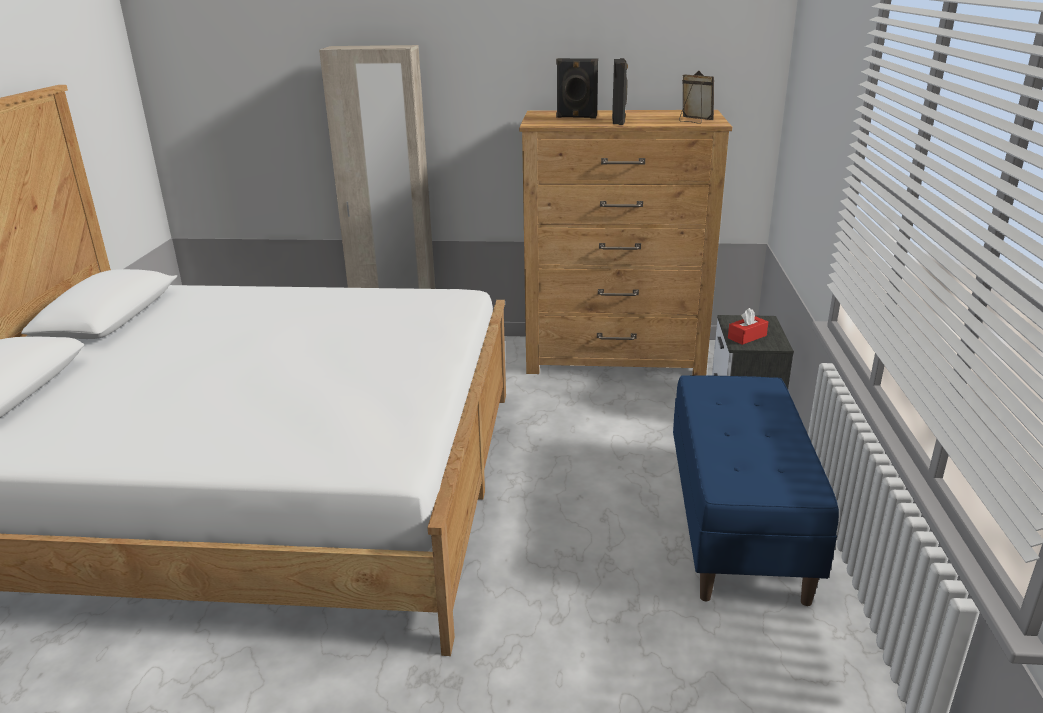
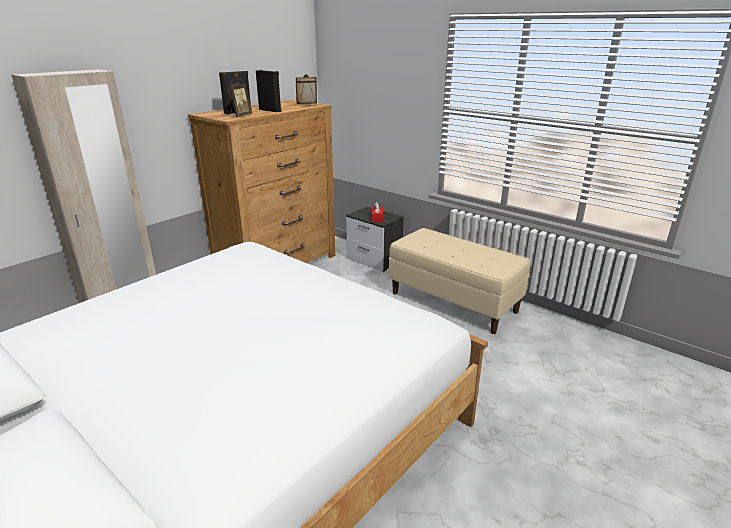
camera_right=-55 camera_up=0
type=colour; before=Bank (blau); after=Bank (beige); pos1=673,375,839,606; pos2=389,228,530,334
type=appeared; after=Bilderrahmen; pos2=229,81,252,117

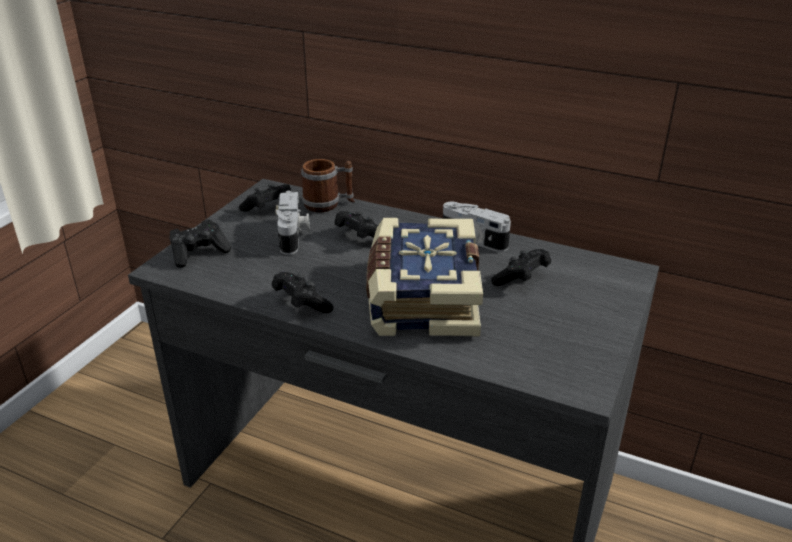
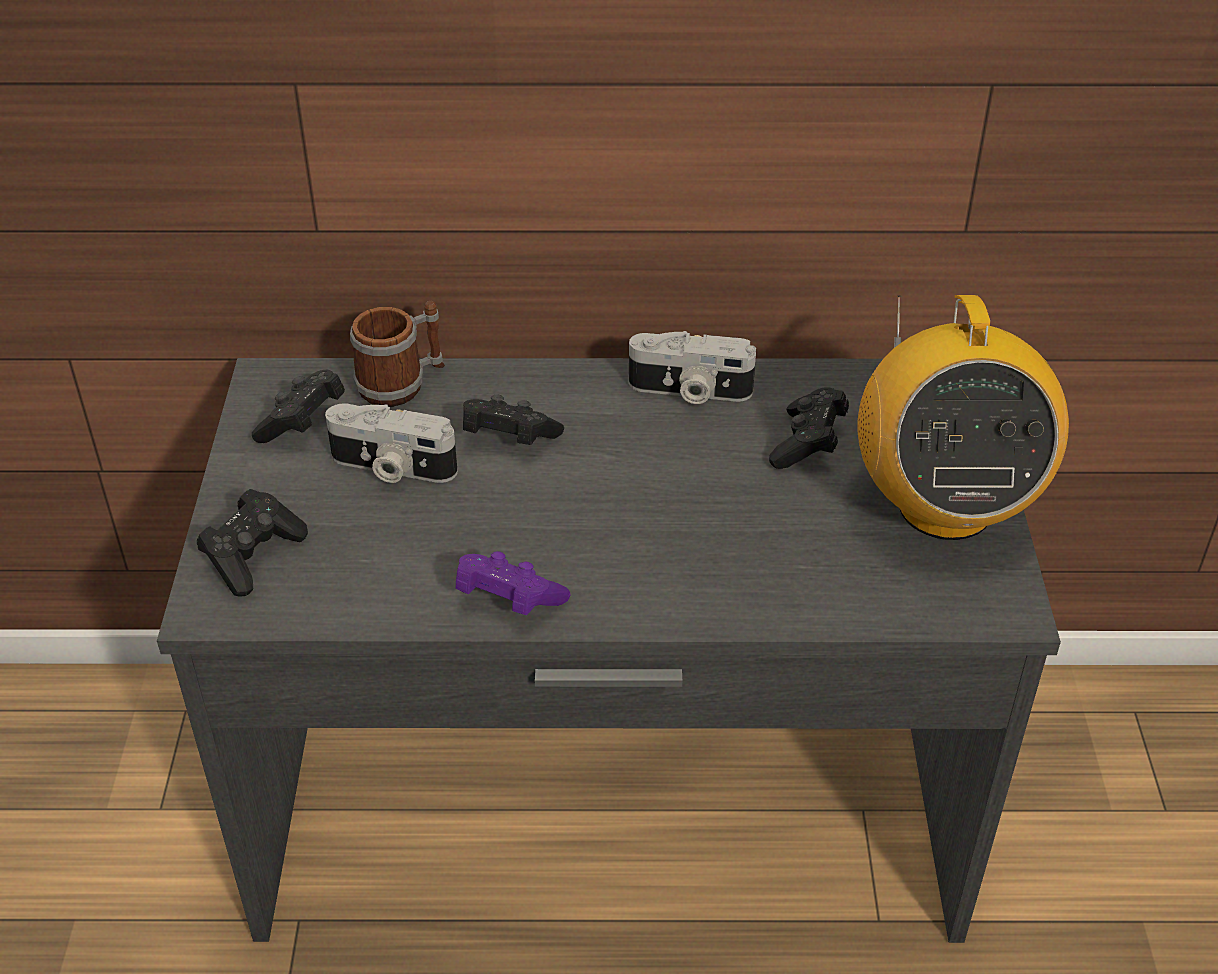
camera_right=-25 camera_up=10
type=spun; before=Kamera; pos1=275,191,310,255; pos2=325,403,458,483; turn=135
type=missing; before=Buch; pos1=366,218,483,337
type=colour; before=Gamepad (schwarz); after=Gamepad (lila); pos1=272,272,334,313; pos2=456,551,571,615
type=appeared; after=Radio; pos2=858,295,1069,540

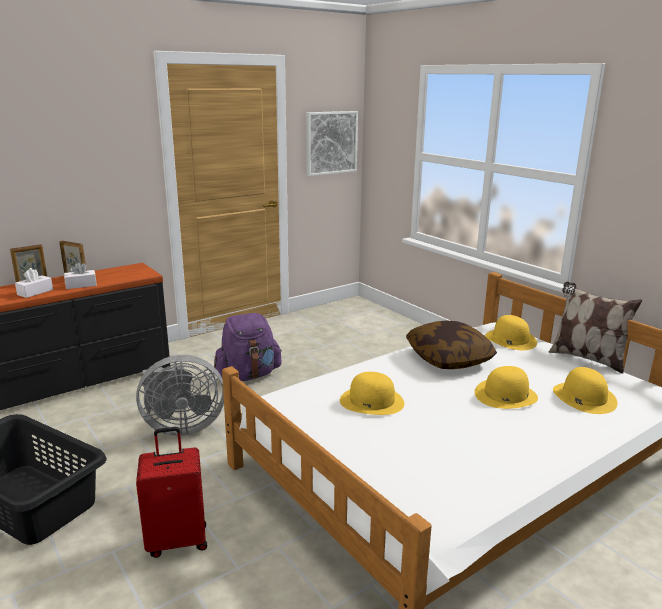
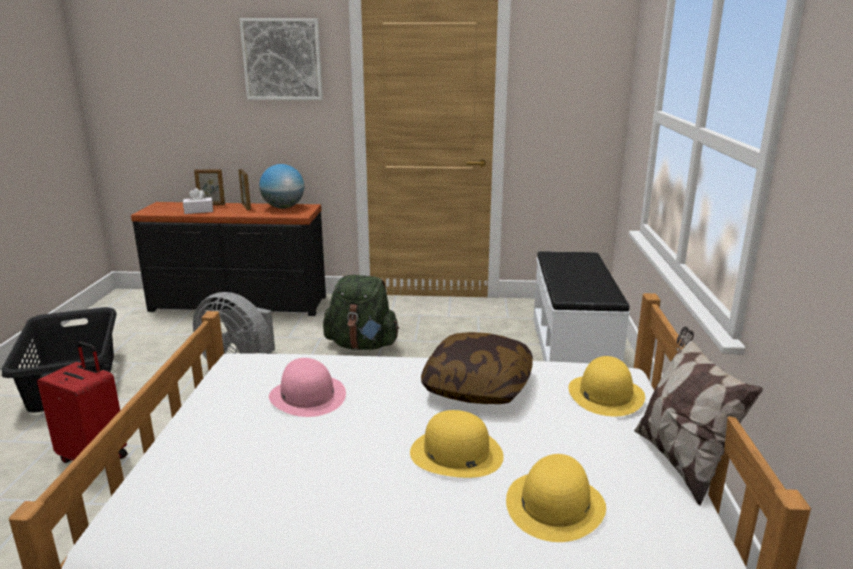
camera_right=40 camera_up=0
type=relocated; before=Bild; pos1=306,111,358,176; pos2=239,18,323,100
type=missing; before=Taschentuchbox (weiß); pos1=64,262,97,289
type=colour; before=Rucksack (lila); after=Rucksack (grün); pos1=214,313,282,381; pos2=323,275,399,350
type=colour; before=Hut (gelb); after=Hut (rosa); pos1=340,372,404,415; pos2=269,358,346,417
type=appeared; after=Globus; pos2=259,164,304,209
type=appeared; after=Bank (weiß); pos2=533,251,630,363

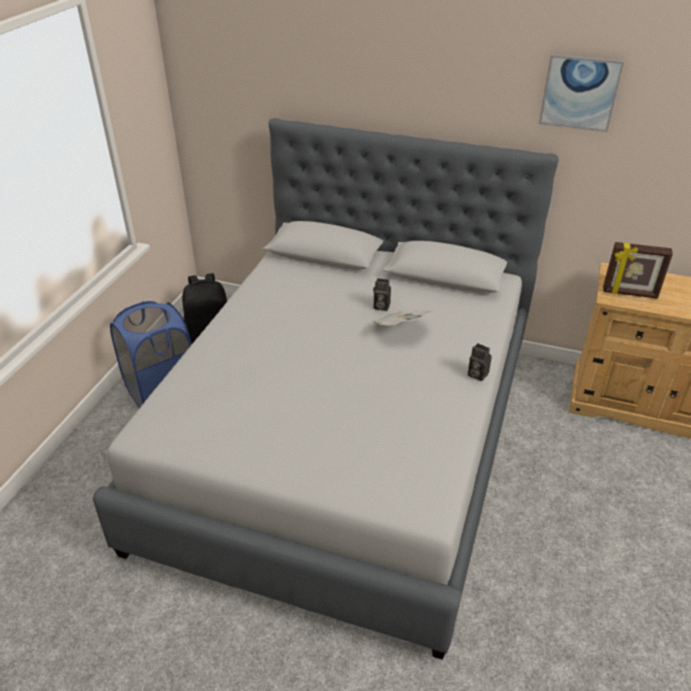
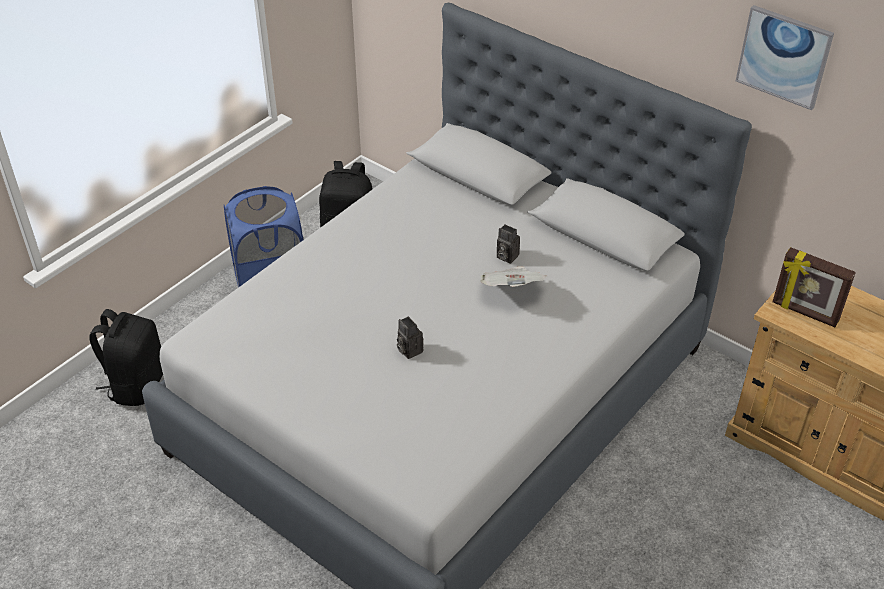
camera_right=20 camera_up=5
type=relocated; before=Kamera; pos1=468,343,492,381; pos2=397,316,423,359
type=appeared; after=Rucksack (schwarz); pos2=89,309,163,406

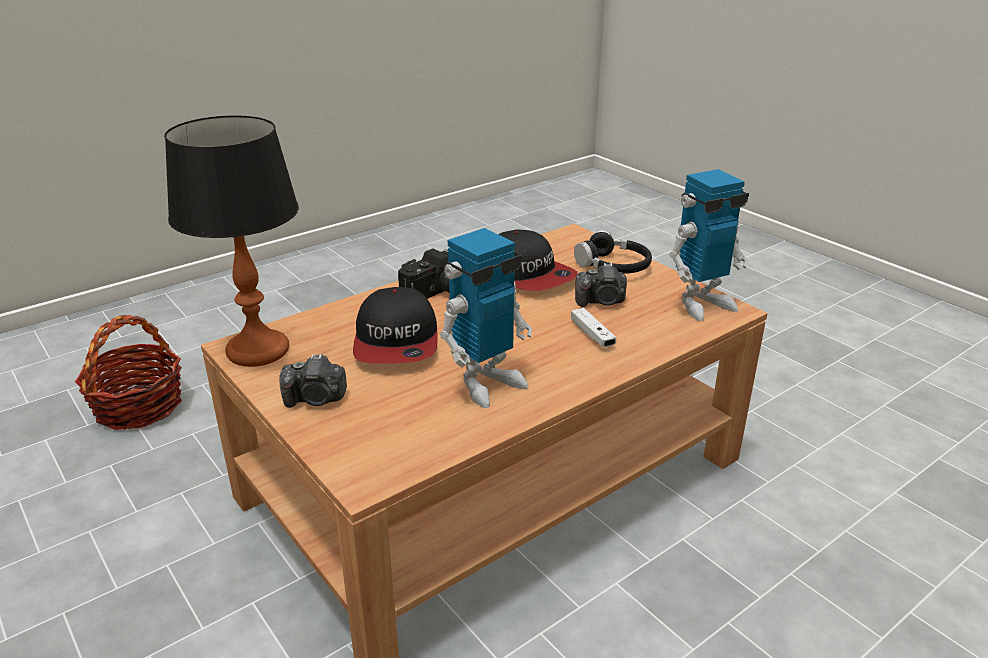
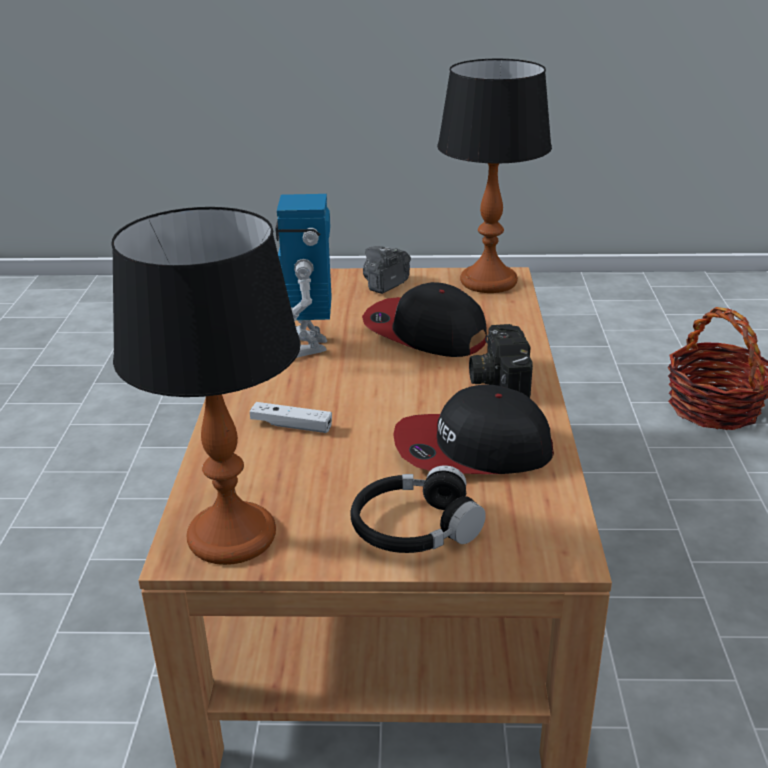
camera_right=130 camera_up=0
type=exchanged; before=Spielzeugroboter; after=Tischlampe; pos1=670,169,749,321; pos2=111,207,301,565
type=missing; before=Kamera; pos1=575,263,627,307

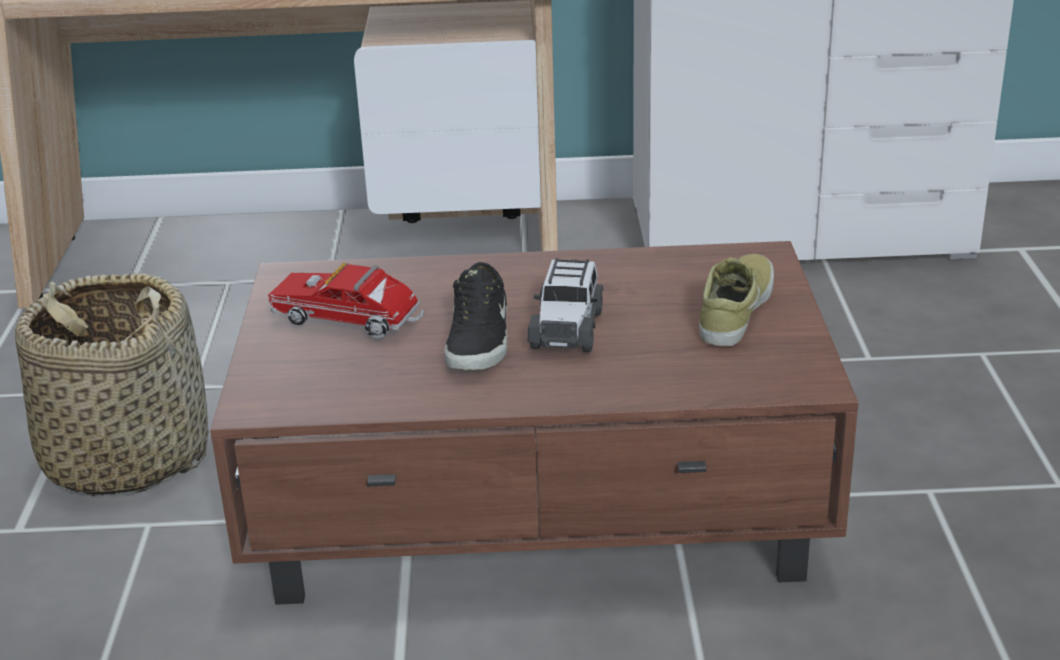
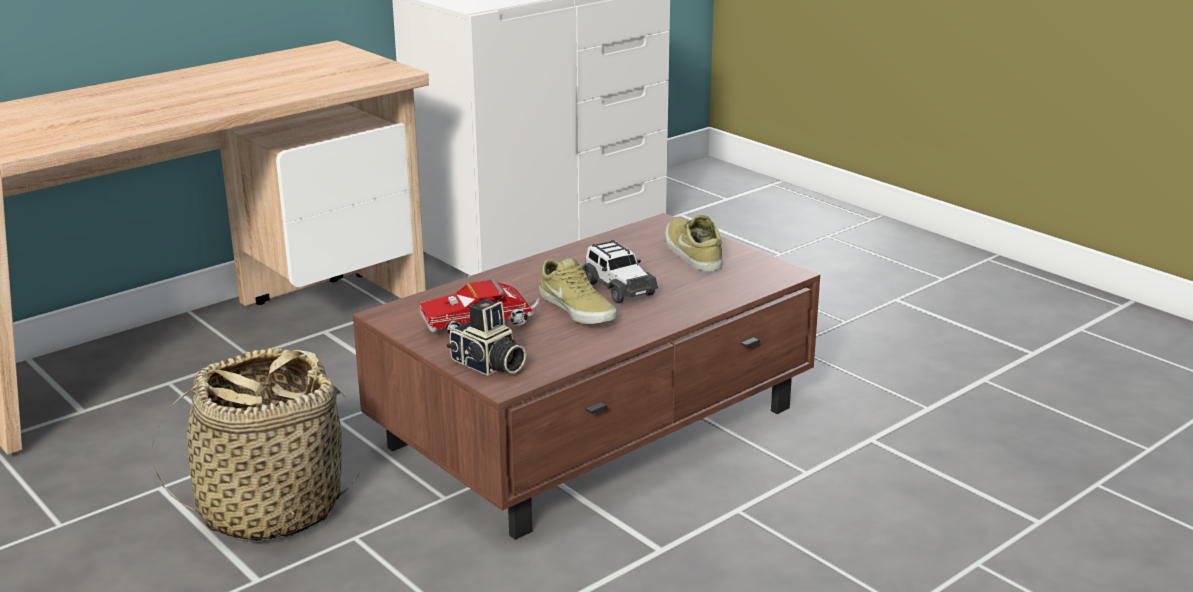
camera_right=-40 camera_up=-5
type=colour; before=Schuh (schwarz); after=Schuh (beige); pos1=444,262,508,370; pos2=539,258,617,324
type=appeared; after=Kamera; pos2=447,299,526,376

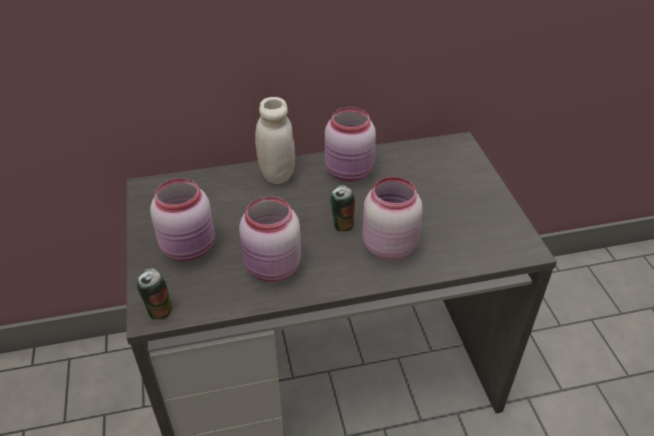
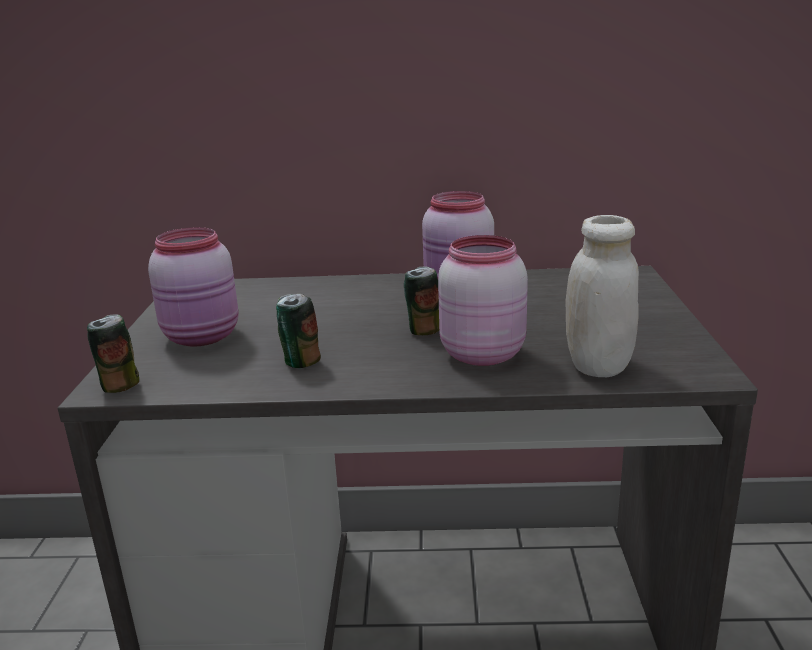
camera_right=15 camera_up=-20
type=relocated; before=Vorratsglas (weiß); pos1=255,97,295,184; pos2=566,215,639,377
type=exchanged; before=Vorratsglas (rosa); after=Dose; pos1=239,196,301,282; pos2=276,294,321,368

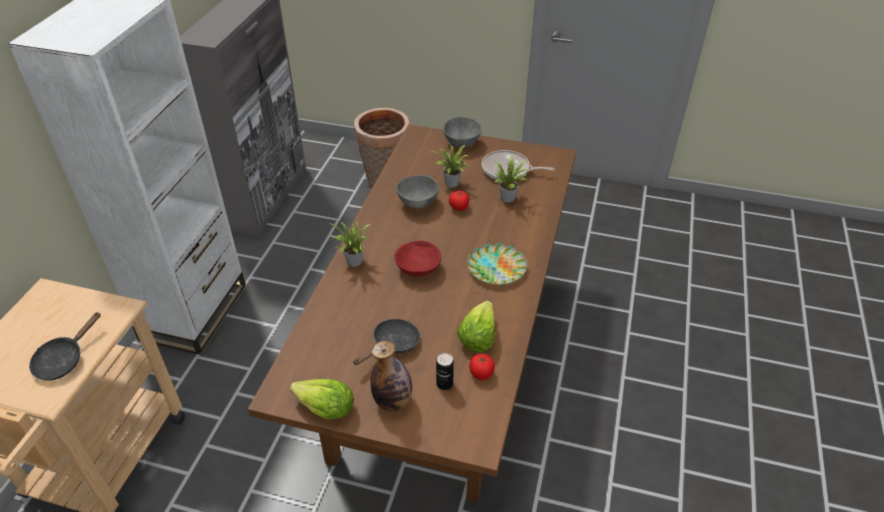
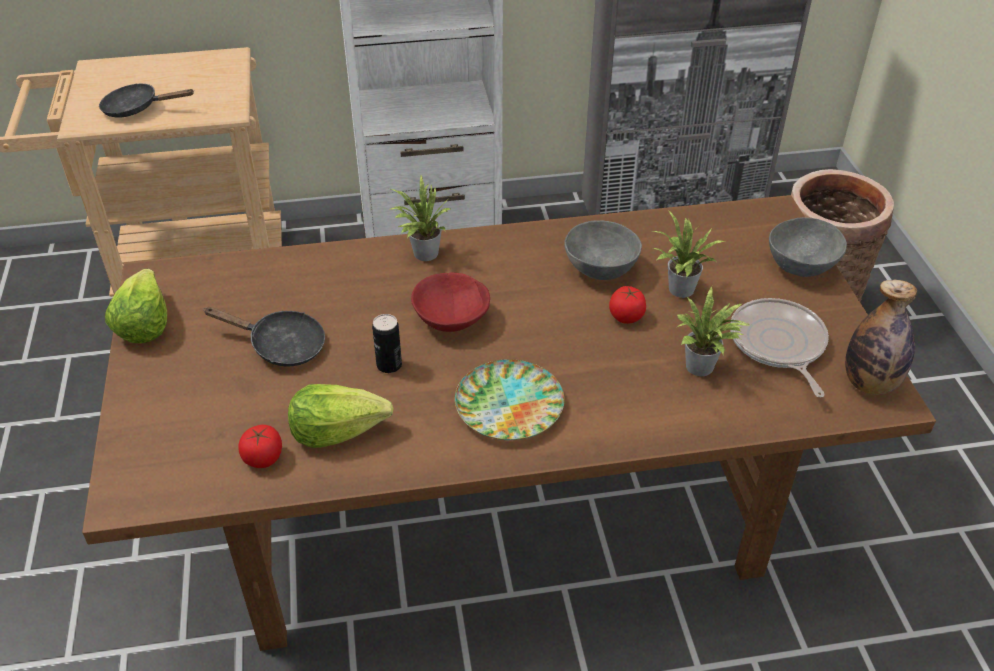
camera_right=65 camera_up=0
type=relocated; before=Flasche; pos1=370,341,412,412; pos2=845,279,917,395
type=relocated; before=Dose; pos1=436,353,454,390; pos2=372,314,402,373

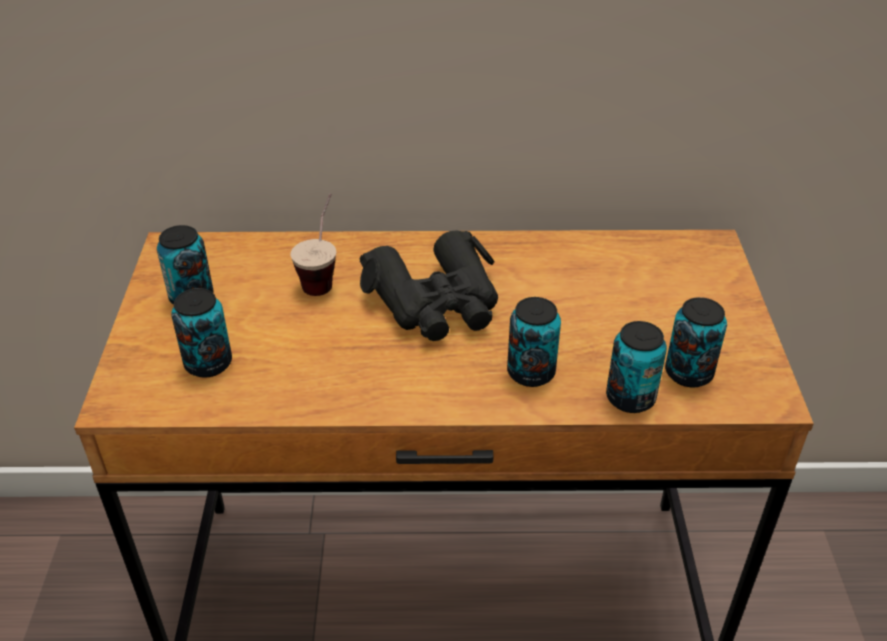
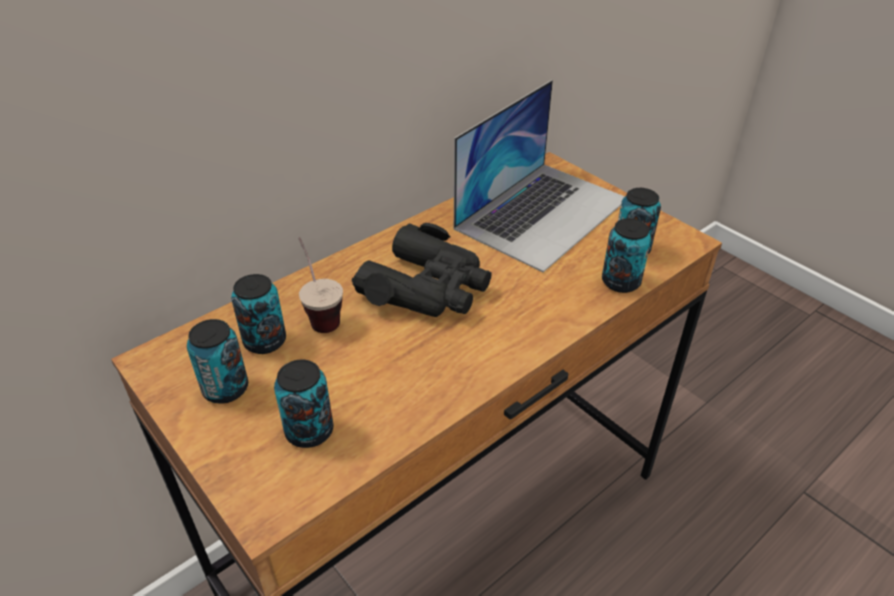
camera_right=-40 camera_up=0
type=relocated; before=Dose; pos1=507,297,561,387; pos2=231,274,286,354
type=appeared; after=Laptop; pos2=454,80,625,272

